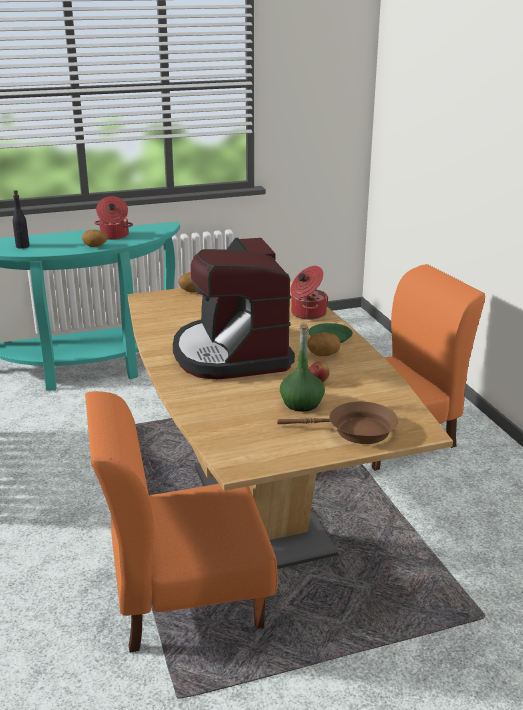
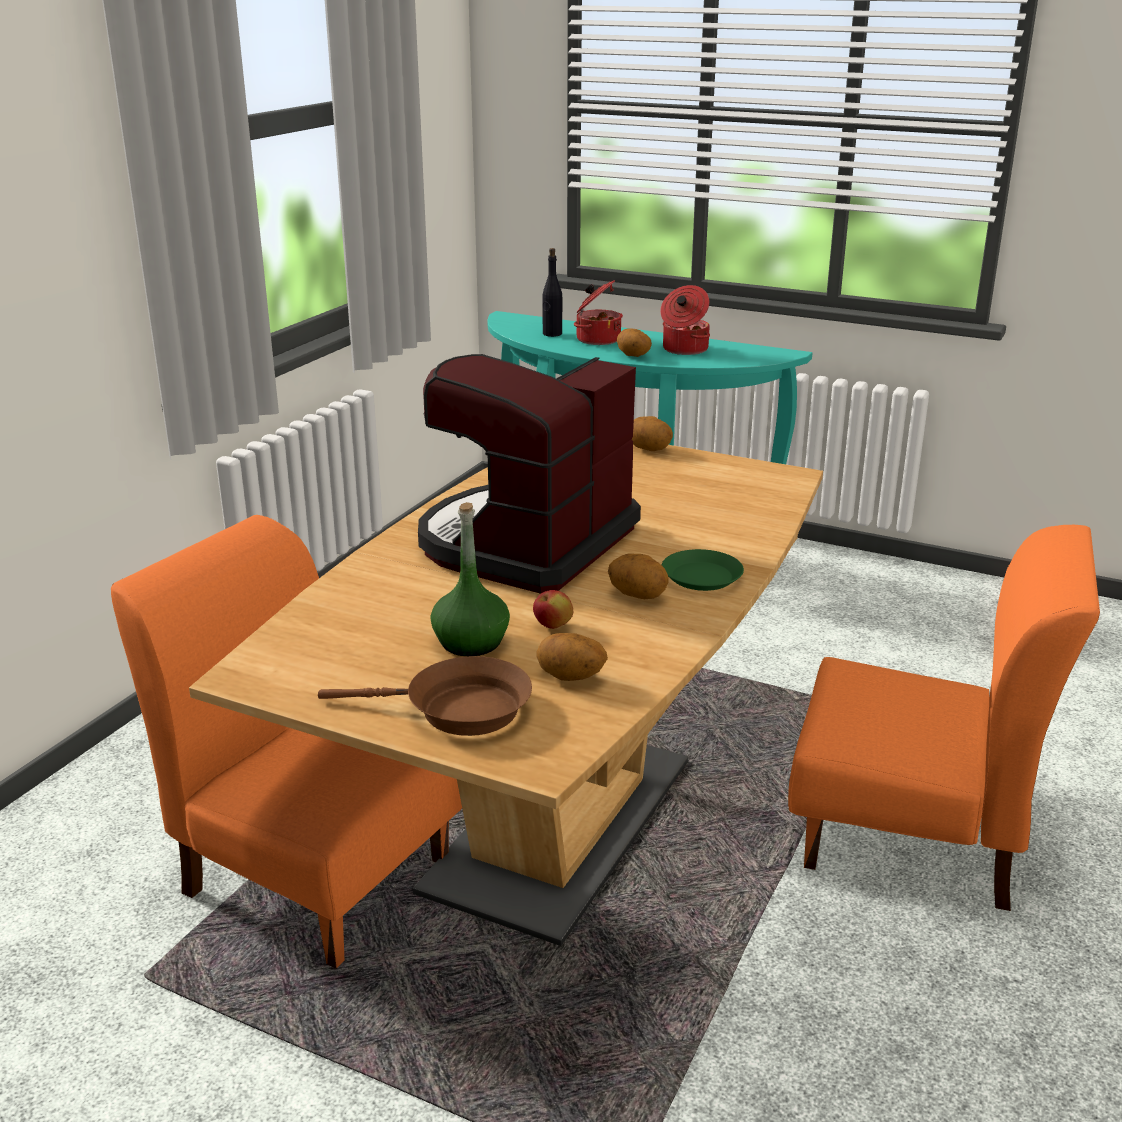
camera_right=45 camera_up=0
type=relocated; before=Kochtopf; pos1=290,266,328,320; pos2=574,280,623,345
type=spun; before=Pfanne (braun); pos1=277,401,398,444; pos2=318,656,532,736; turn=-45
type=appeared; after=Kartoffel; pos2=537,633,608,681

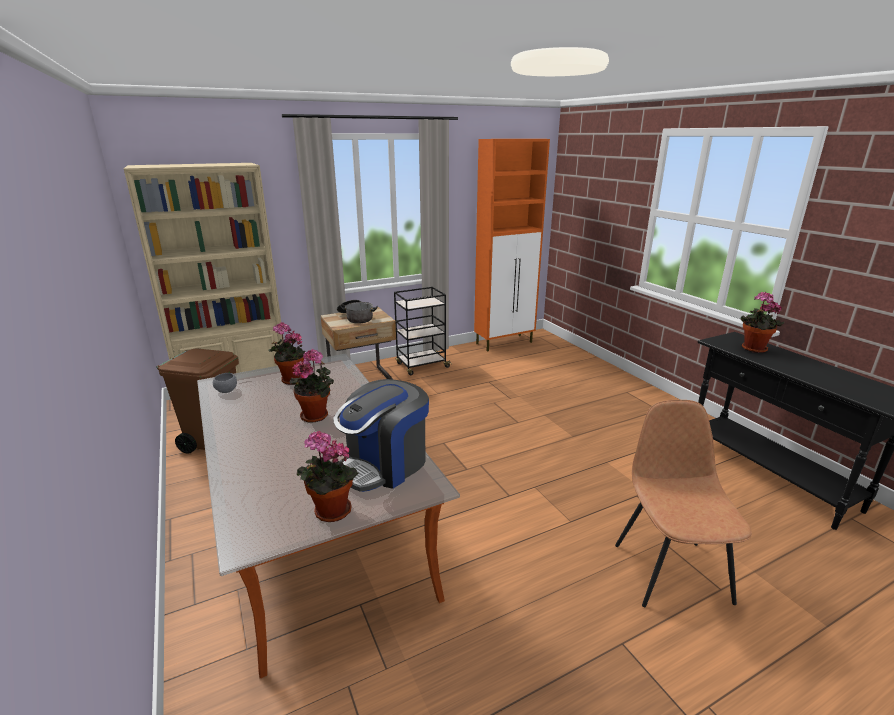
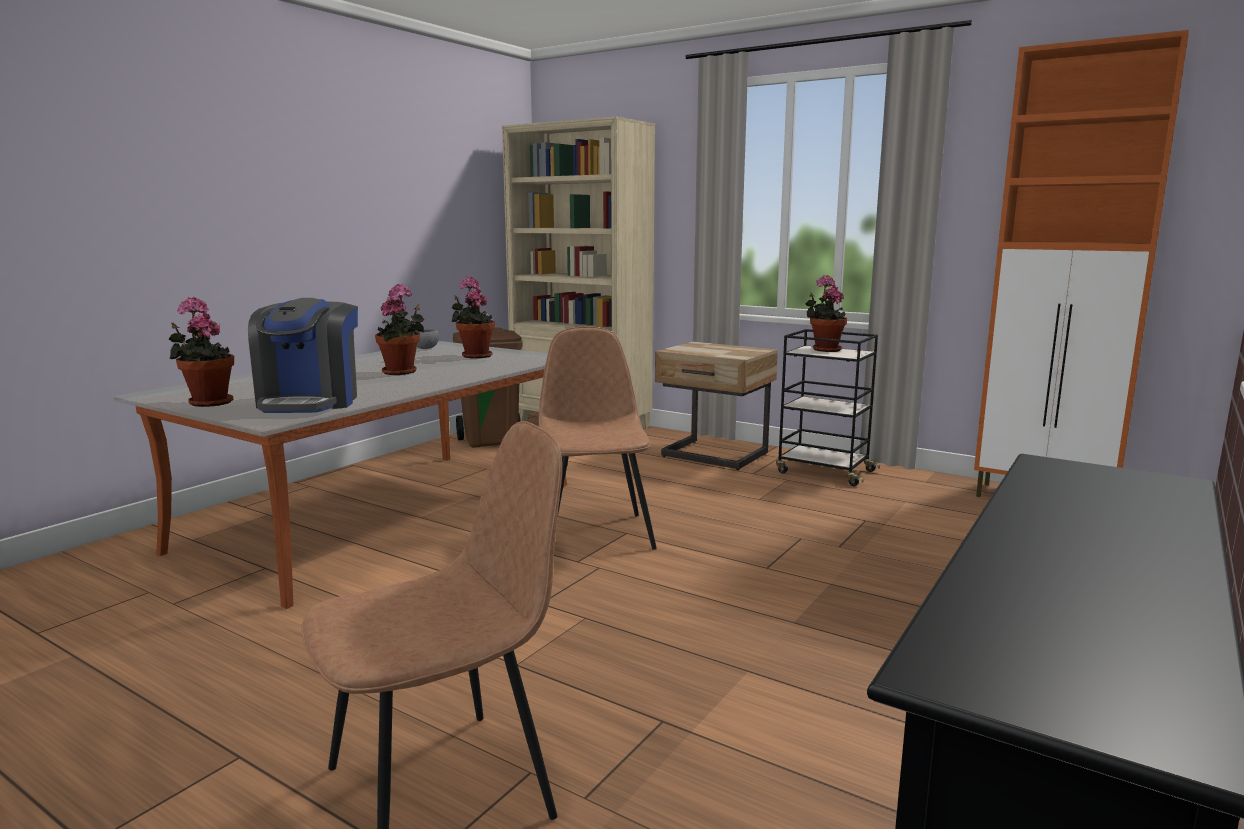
camera_right=60 camera_up=-10
type=relocated; before=Topfpflanze; pos1=740,292,785,353; pos2=806,275,847,352
type=missing; before=Kochtopf; pos1=337,300,378,324
type=spun; before=Kaffeemaschine; pos1=333,379,429,492; pos2=248,298,358,413; turn=-105
type=appeared; after=Stuhl (braun); pos2=539,327,657,550

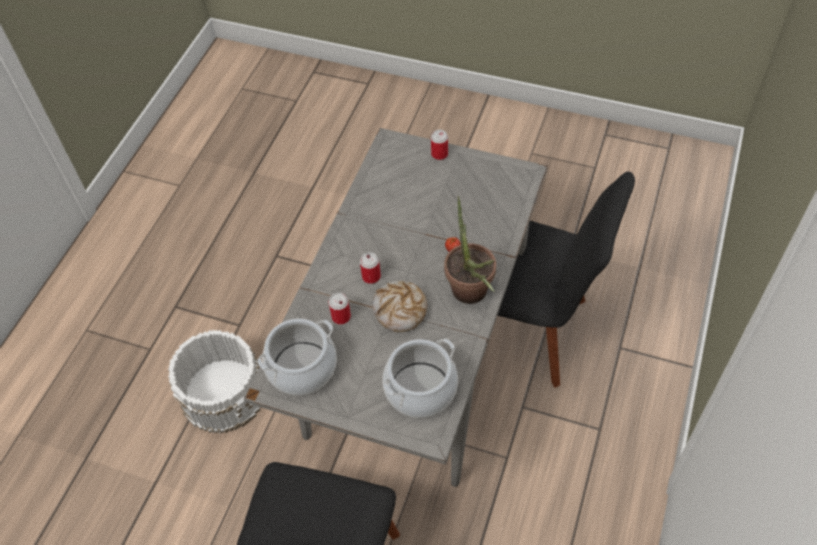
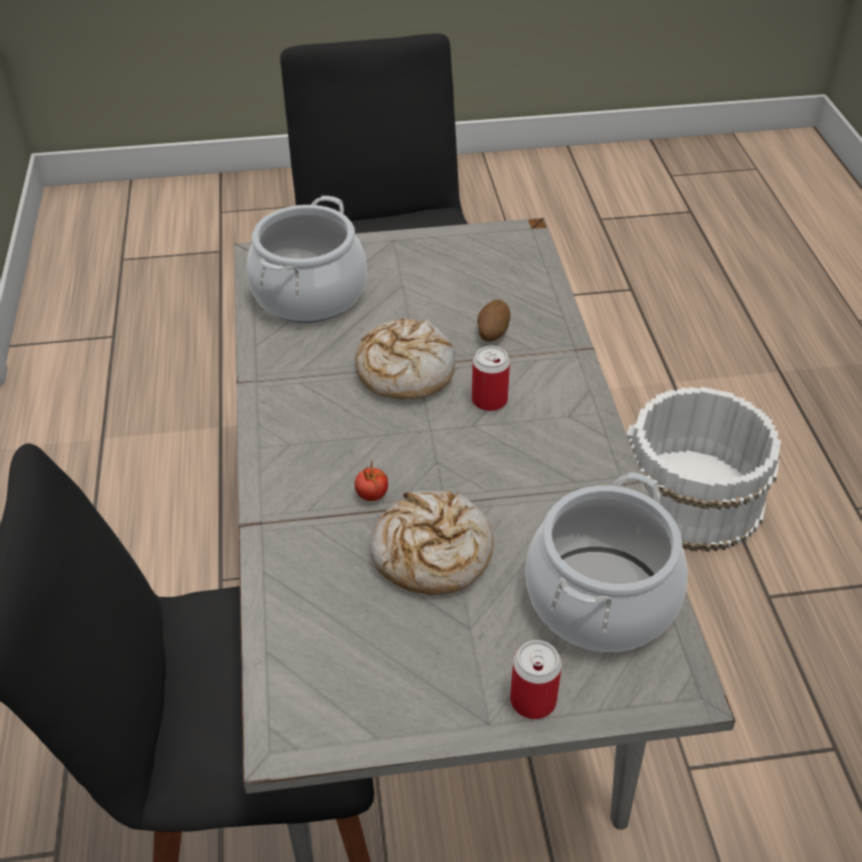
camera_right=150 camera_up=-10
type=missing; before=Topfpflanze; pos1=444,196,496,304
type=exchanged; before=Dose; after=Kartoffel; pos1=329,293,351,325; pos2=477,300,510,342
type=relocated; before=Kochtopf; pos1=257,319,337,395; pos2=525,472,688,652
type=appeared; after=Brot; pos2=370,491,494,595

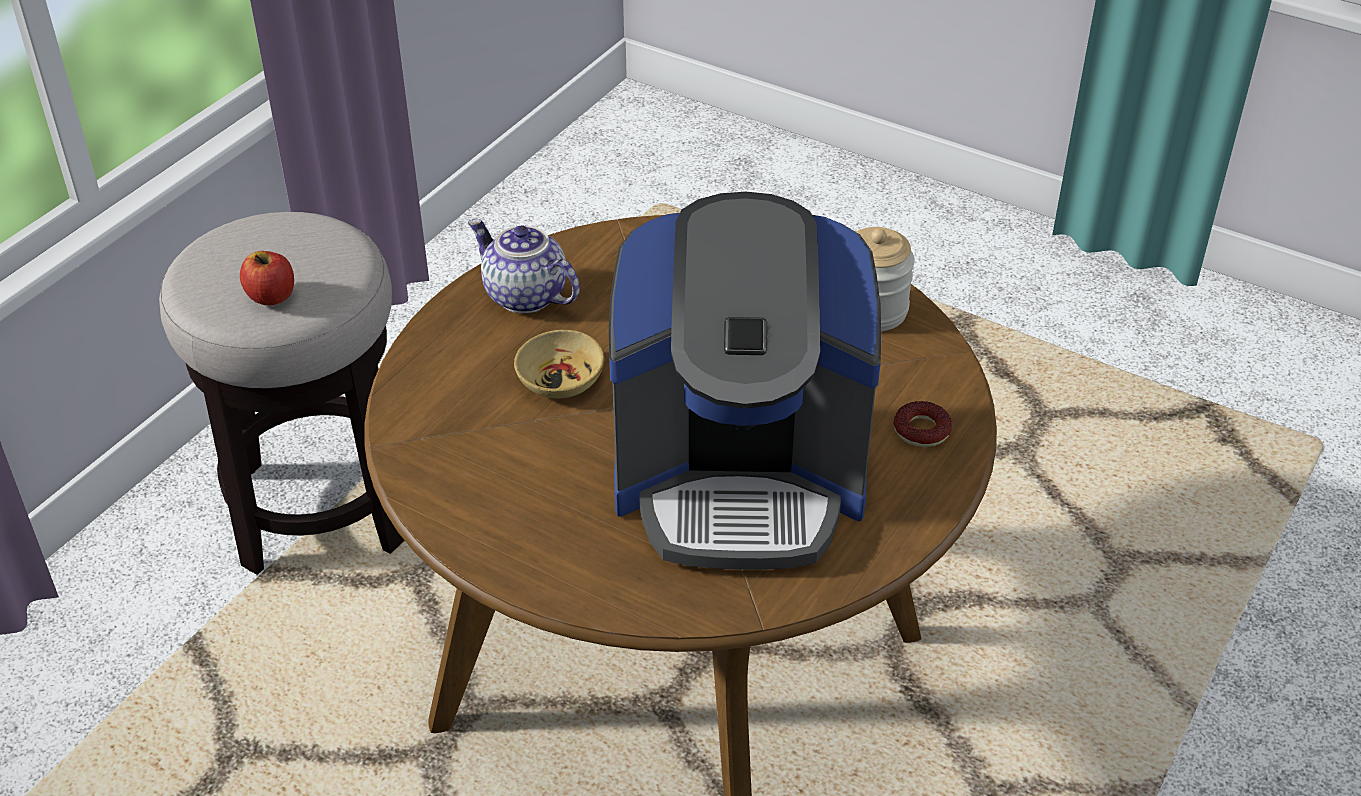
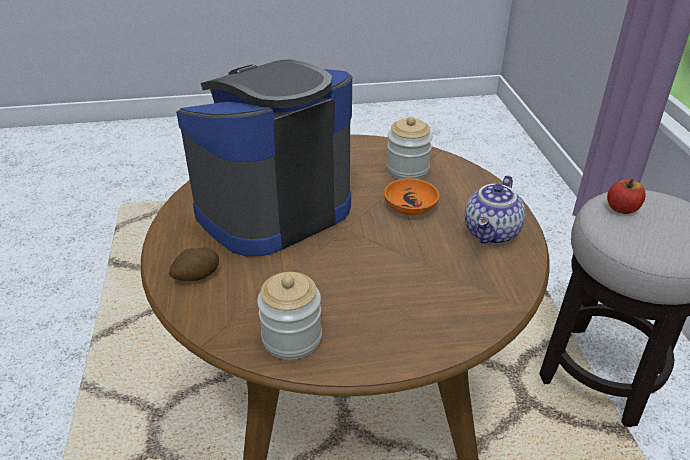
camera_right=140 camera_up=-5
type=spun; before=Teekanne; pos1=468,219,580,313; pos2=465,175,525,244; turn=120
type=colour; before=Schüssel (beige); after=Schüssel (orange); pos1=514,330,604,398; pos2=384,178,439,216
type=exchanged; before=Donut; after=Kartoffel; pos1=893,401,952,447; pos2=169,247,219,281
type=appeared; after=Vorratsglas; pos2=386,117,433,179

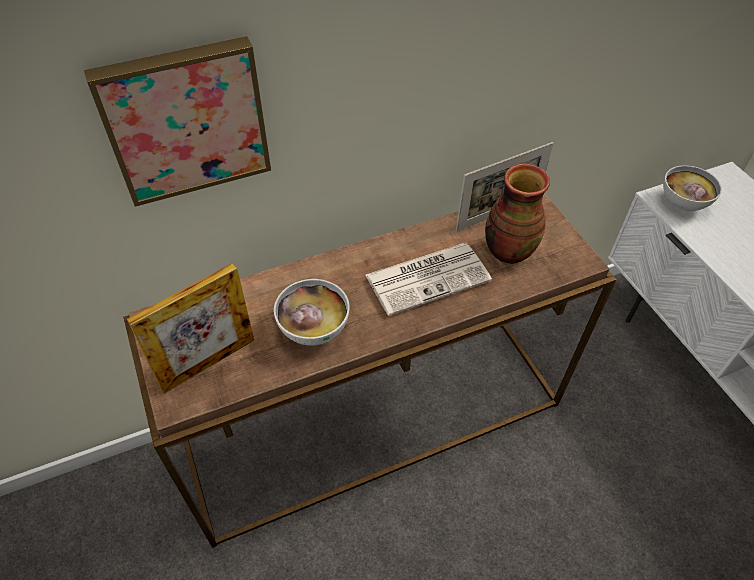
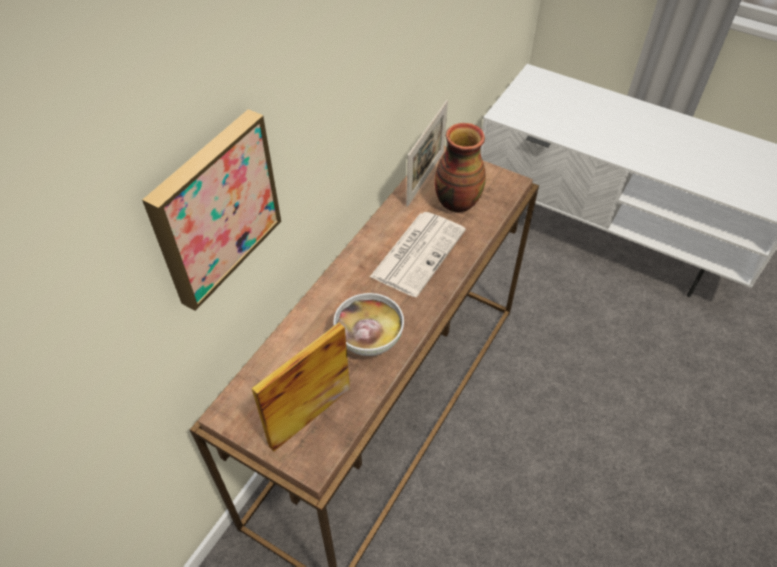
camera_right=-35 camera_up=0
type=missing; before=Schüssel; pos1=663,165,722,211
type=spun; before=Bilderrahmen; pos1=127,263,254,394; pos2=252,323,350,451; turn=-150

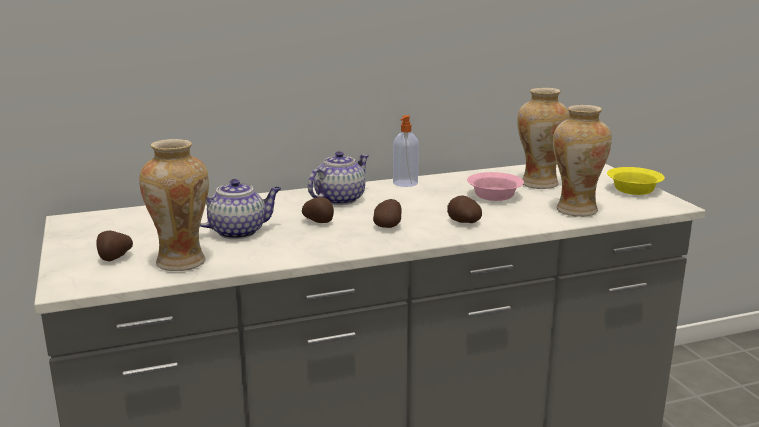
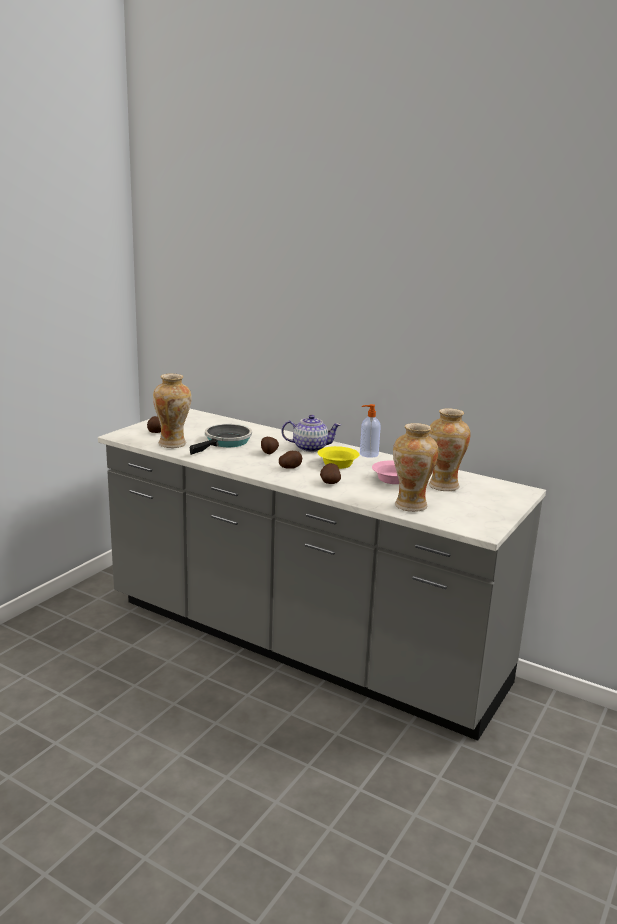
camera_right=50 camera_up=0
type=relocated; before=Schüssel (gelb); pos1=607,167,665,195; pos2=318,446,359,469
type=exchanged; before=Teekanne; after=Pfanne; pos1=200,179,281,239; pos2=190,424,252,455

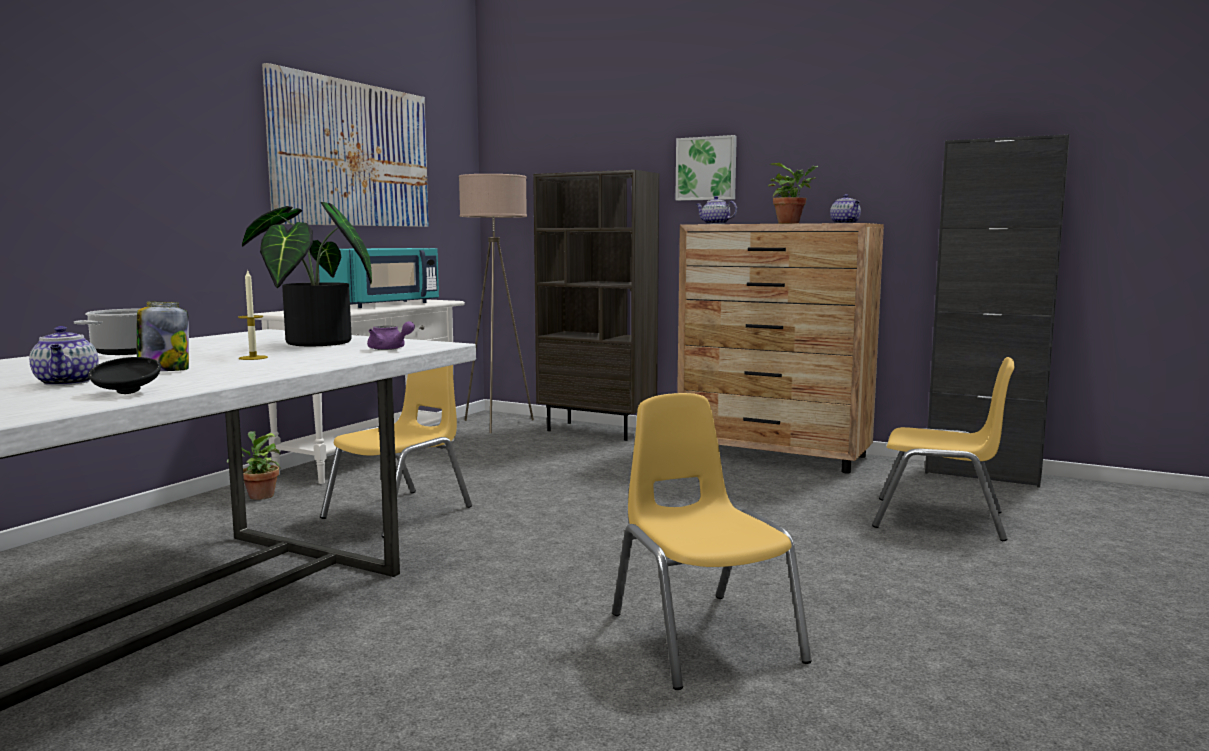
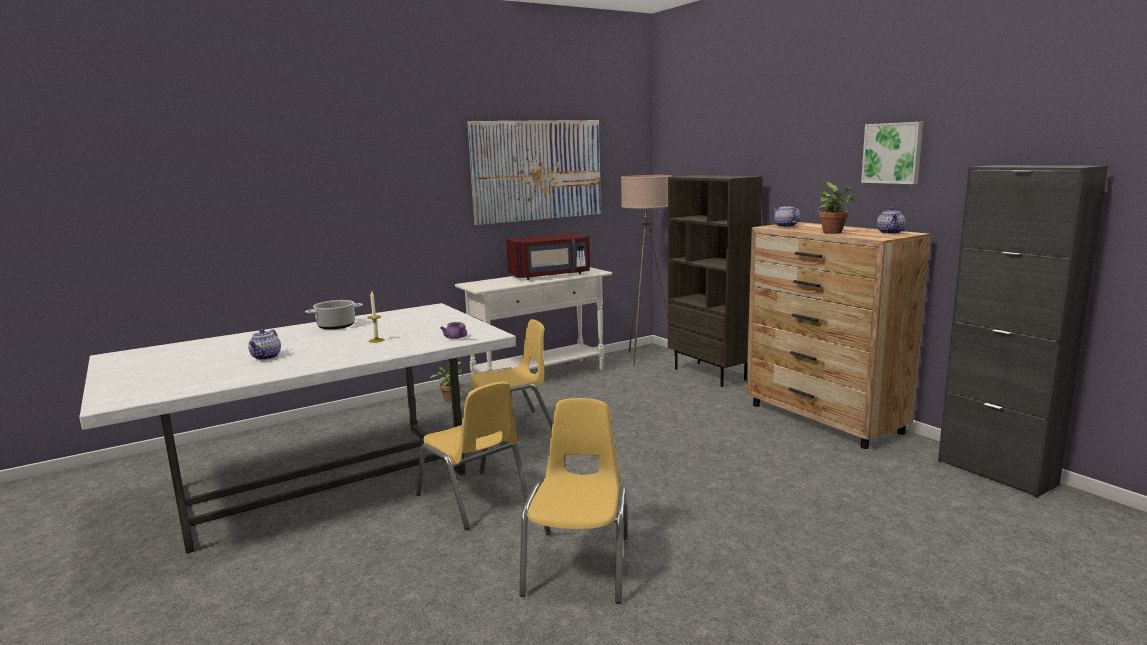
camera_right=30 camera_up=5
type=relocated; before=Bild; pos1=675,135,737,201; pos2=861,122,923,184
type=missing; before=Topfpflanze; pos1=242,202,372,346
type=colour; before=Mikrowelle (türkis); after=Mikrowelle (rot); pos1=319,248,439,308; pos2=506,233,590,280
type=missing; before=Vorratsglas; pos1=137,301,189,371
type=missing; before=Schüssel (schwarz); pos1=88,357,161,394
type=relocated; before=Stuhl (gelb); pos1=872,357,1014,541; pos2=416,381,529,530

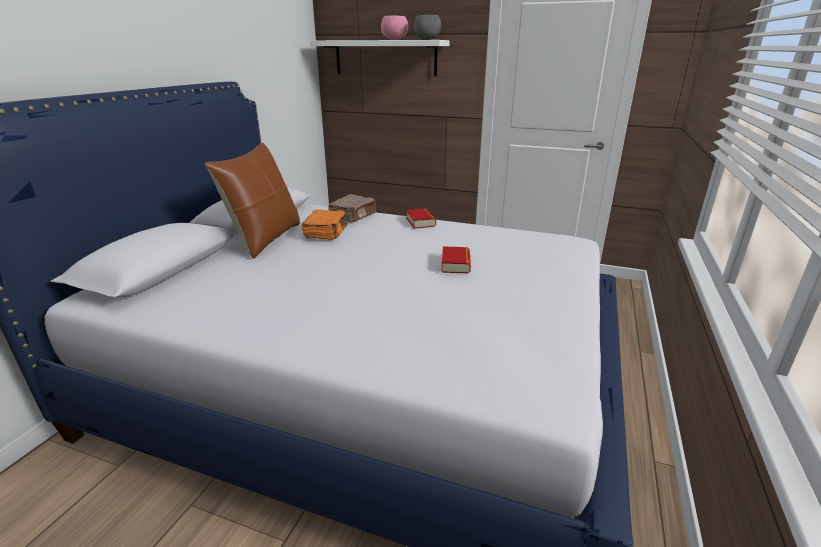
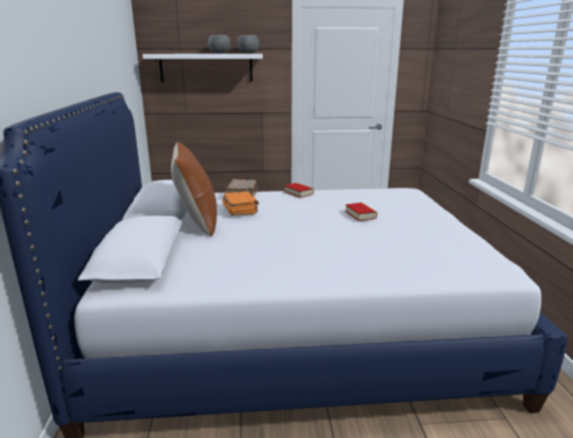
camera_right=-25 camera_up=-5
type=colour; before=Schüssel (rosa); after=Schüssel (grau); pos1=381,16,408,40; pos2=208,35,231,54

